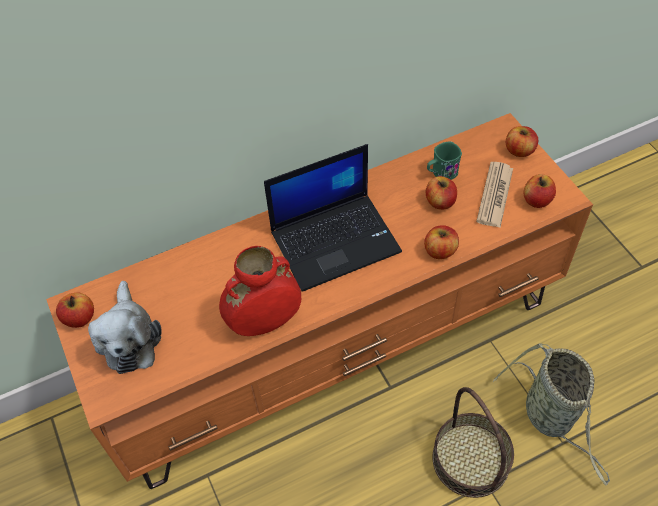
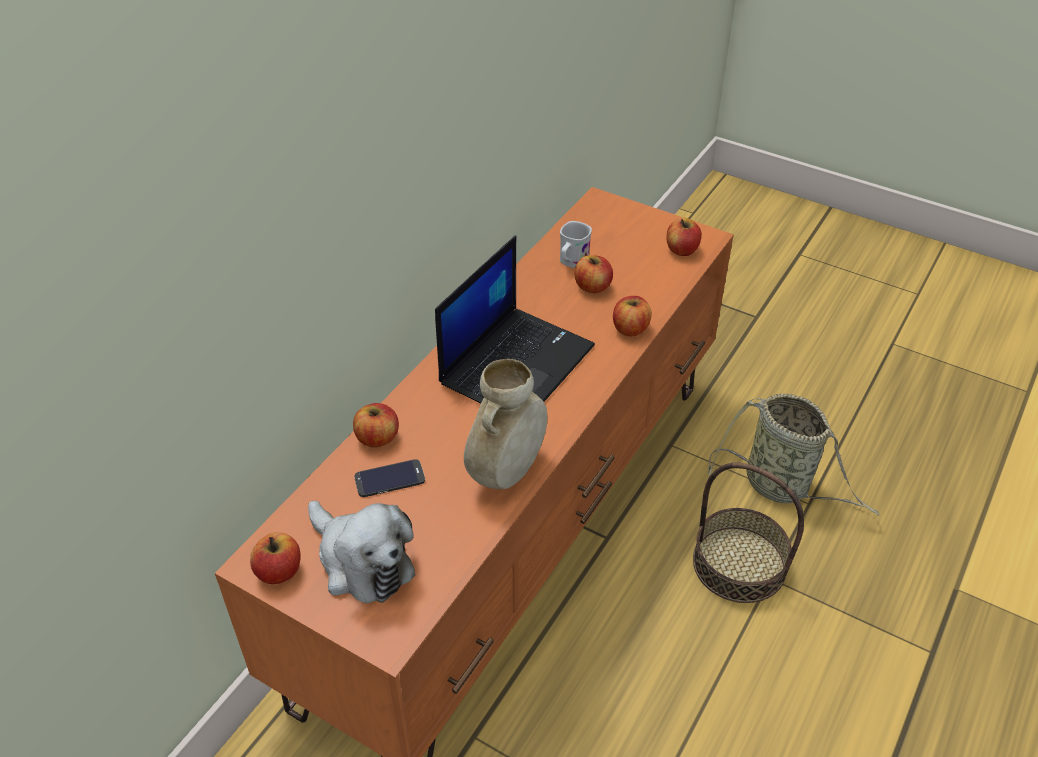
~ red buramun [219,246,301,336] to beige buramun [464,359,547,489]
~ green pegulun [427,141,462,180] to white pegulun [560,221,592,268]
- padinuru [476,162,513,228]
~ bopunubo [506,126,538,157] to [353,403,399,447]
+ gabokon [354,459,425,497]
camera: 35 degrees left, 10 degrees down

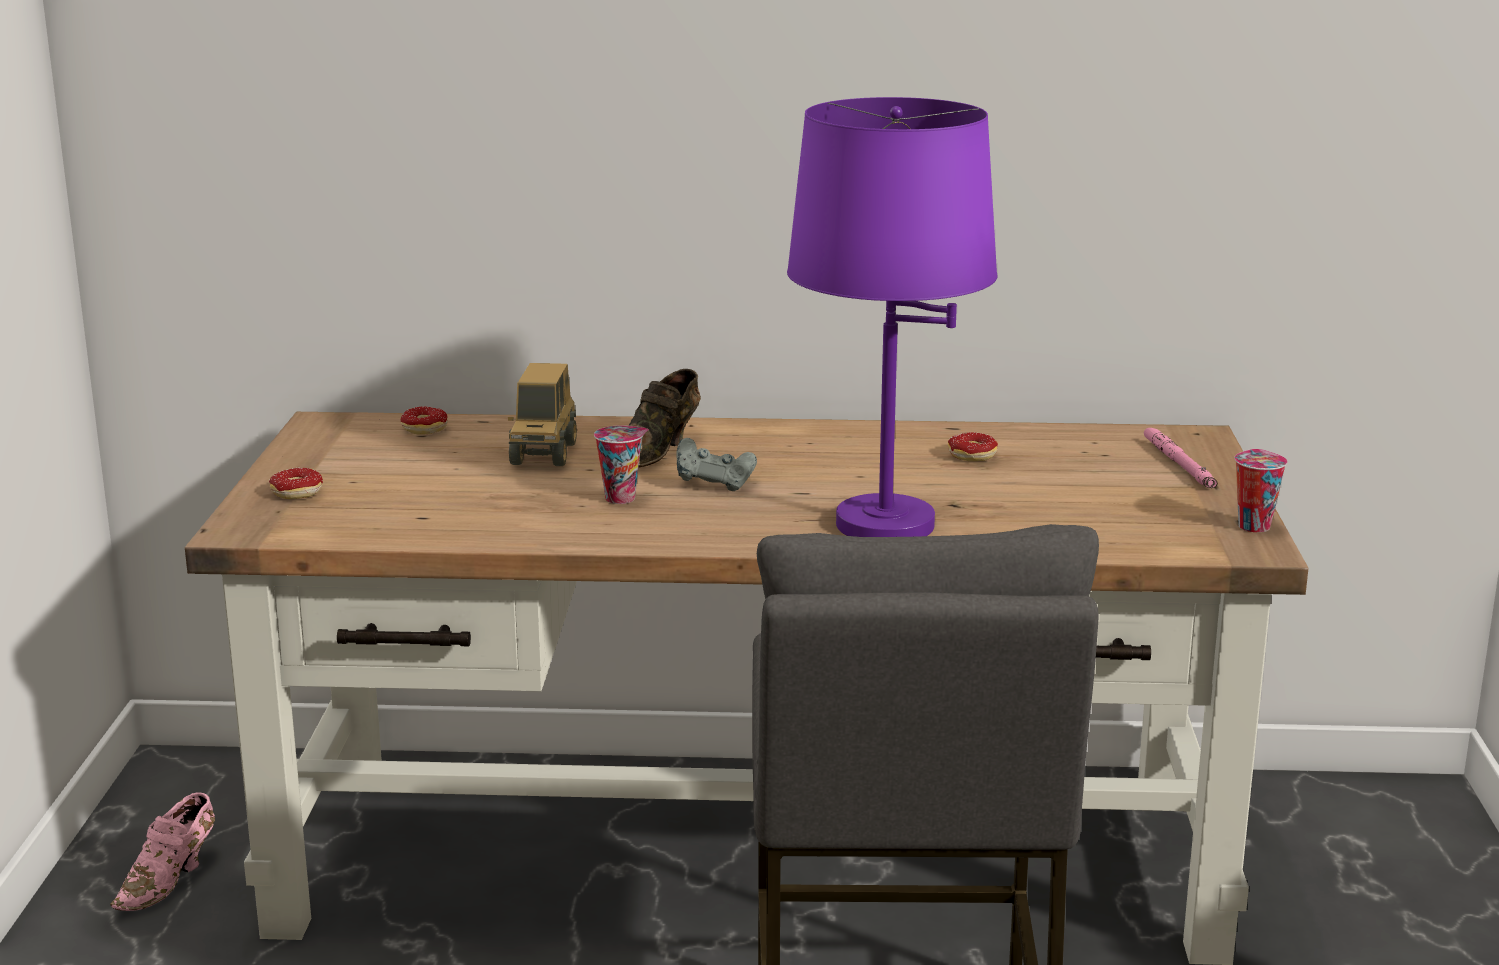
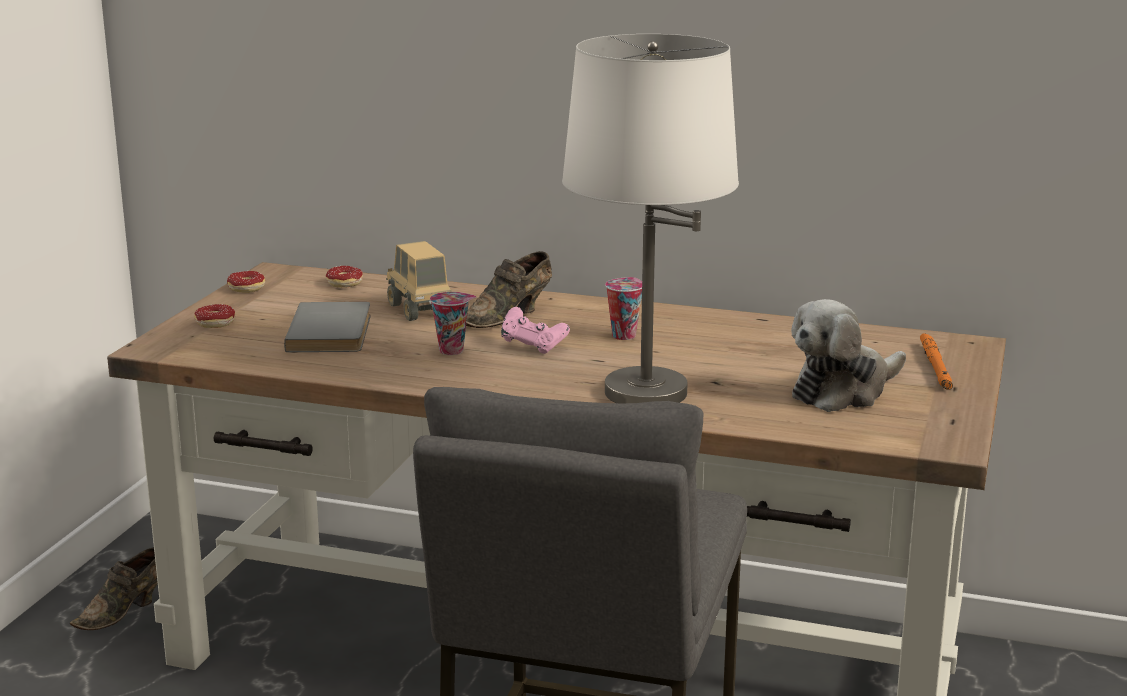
~ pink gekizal [110,793,215,911] to brown gekizal [70,547,158,630]
~ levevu [508,363,577,466] = [386,241,451,321] 135 degrees clockwise
~ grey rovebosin [676,438,757,491] to pink rovebosin [501,307,570,354]
~ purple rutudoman [787,97,997,537] to white rutudoman [562,34,739,403]
~ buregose [948,432,998,461] to [227,271,265,293]
~ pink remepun [1144,428,1218,488] to orange remepun [920,334,953,390]
~ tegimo [1234,449,1287,532] to [605,277,642,340]
+ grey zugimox [284,302,371,352]
+ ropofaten [791,299,906,412]
camera: 15 degrees right, 0 degrees up

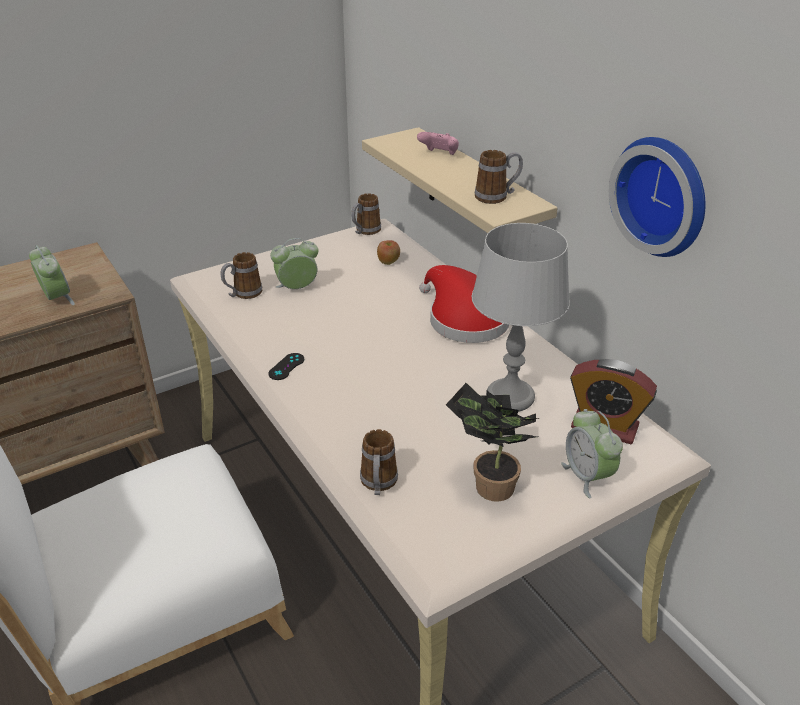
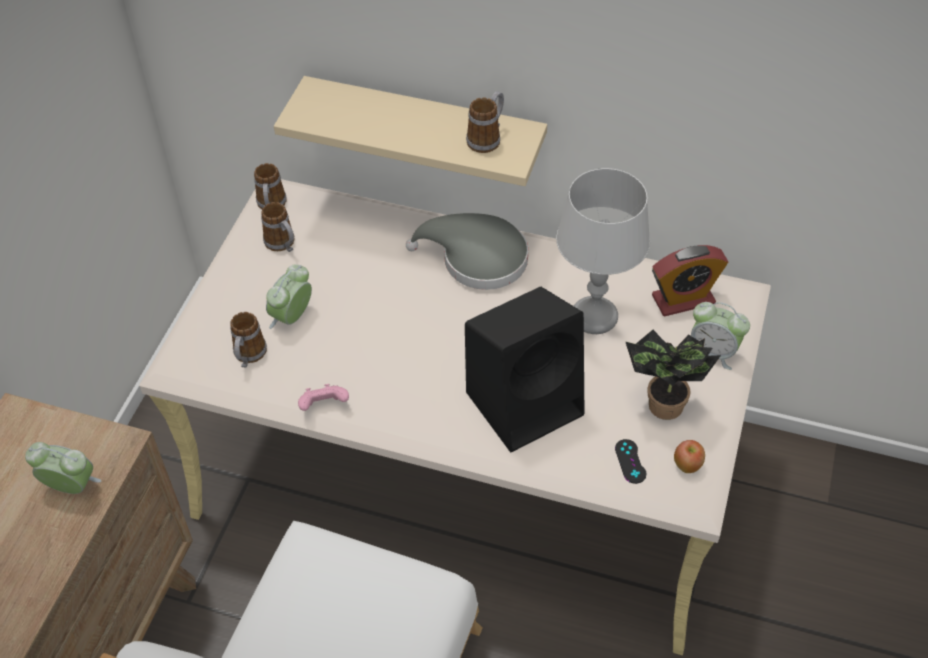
~ black rovebosin [268,353,305,380] to [615,439,646,484]
~ pegulun [360,429,398,495] to [261,202,294,252]
~ bopunubo [377,240,400,265] to [674,440,705,473]
~ pink rovebosin [417,132,459,155] to [298,384,349,411]
~ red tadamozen [419,265,509,343] to grey tadamozen [406,213,528,290]
- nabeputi [609,137,705,257]
+ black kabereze [465,287,585,453]
camera: 40 degrees left, 15 degrees up

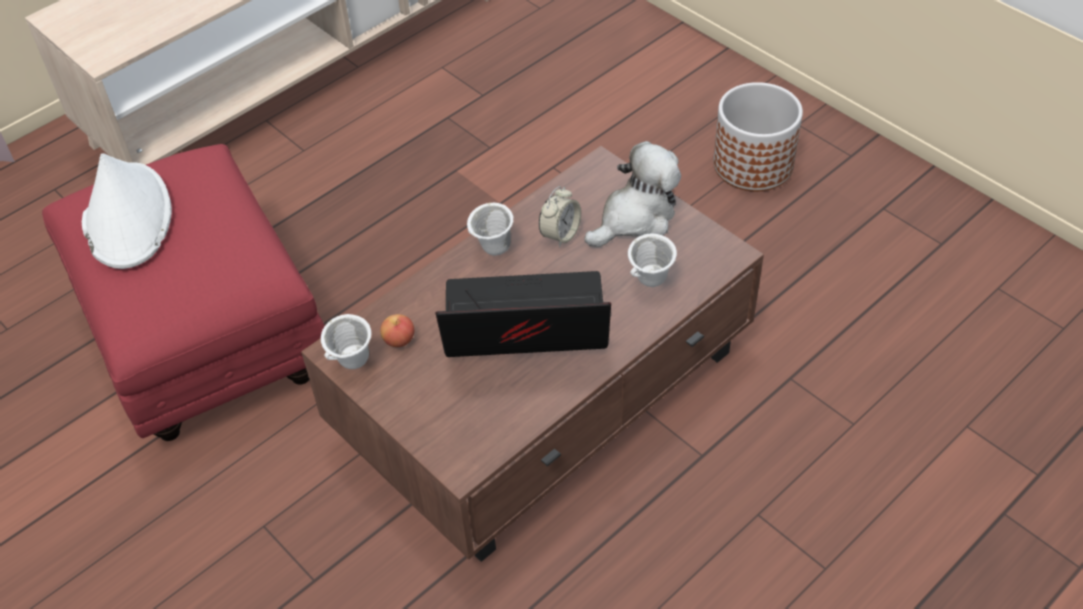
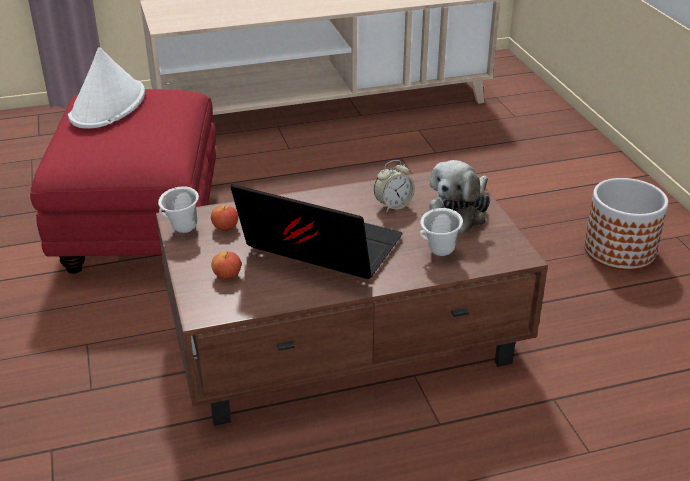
- white pegulun [467,203,514,256]
~ ropofaten [584,141,681,247] = [429,160,490,234] 135 degrees clockwise
+ bopunubo [211,251,241,280]
camera: 25 degrees right, 15 degrees down

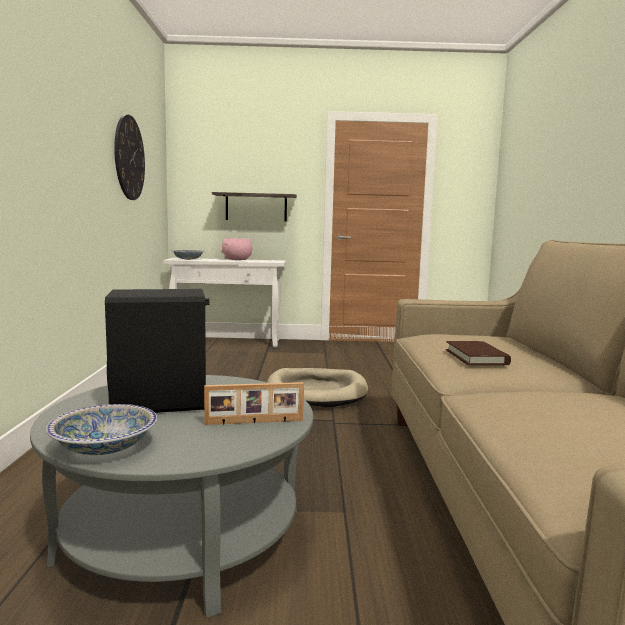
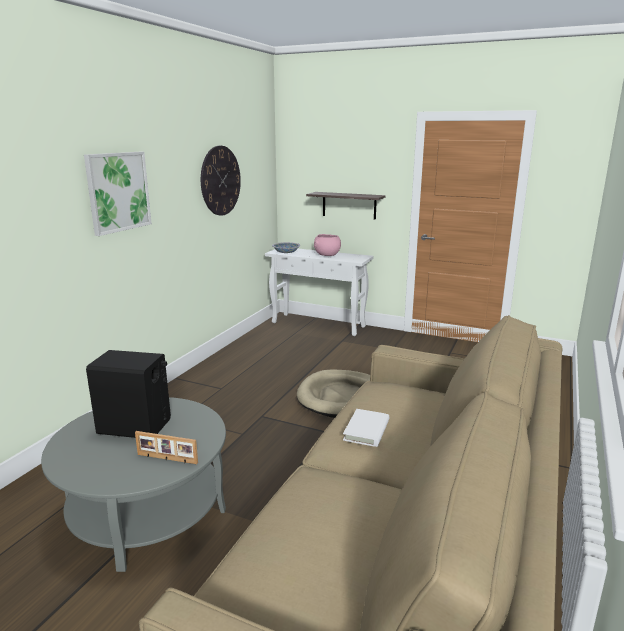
- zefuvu [46,404,157,455]
~ brown zugimox [446,341,511,365] to white zugimox [343,409,389,447]
+ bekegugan [84,152,152,236]
camera: 25 degrees right, 10 degrees up

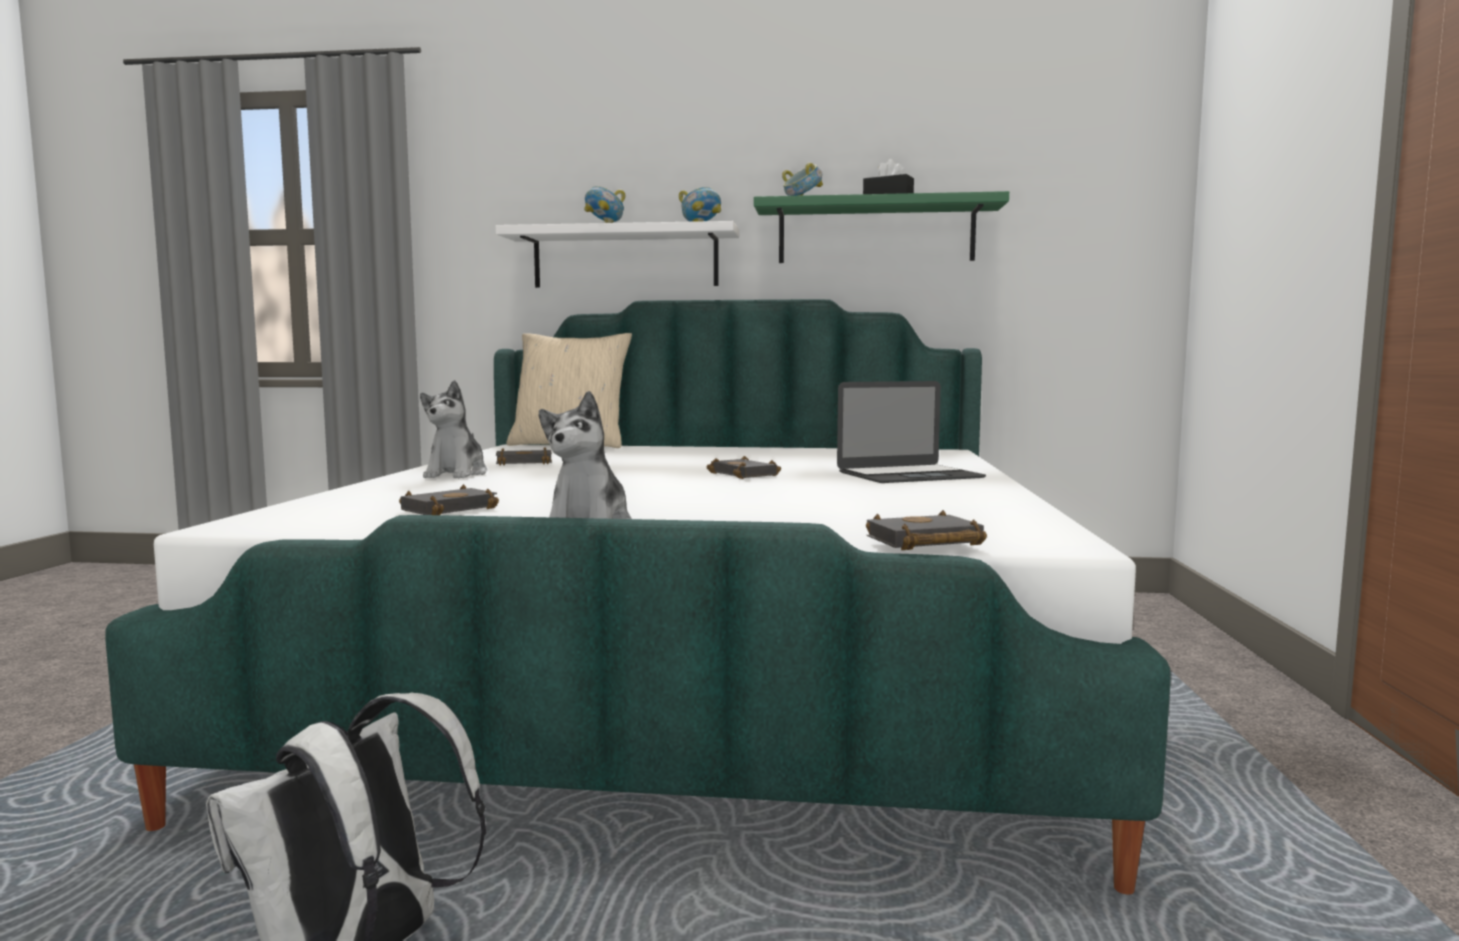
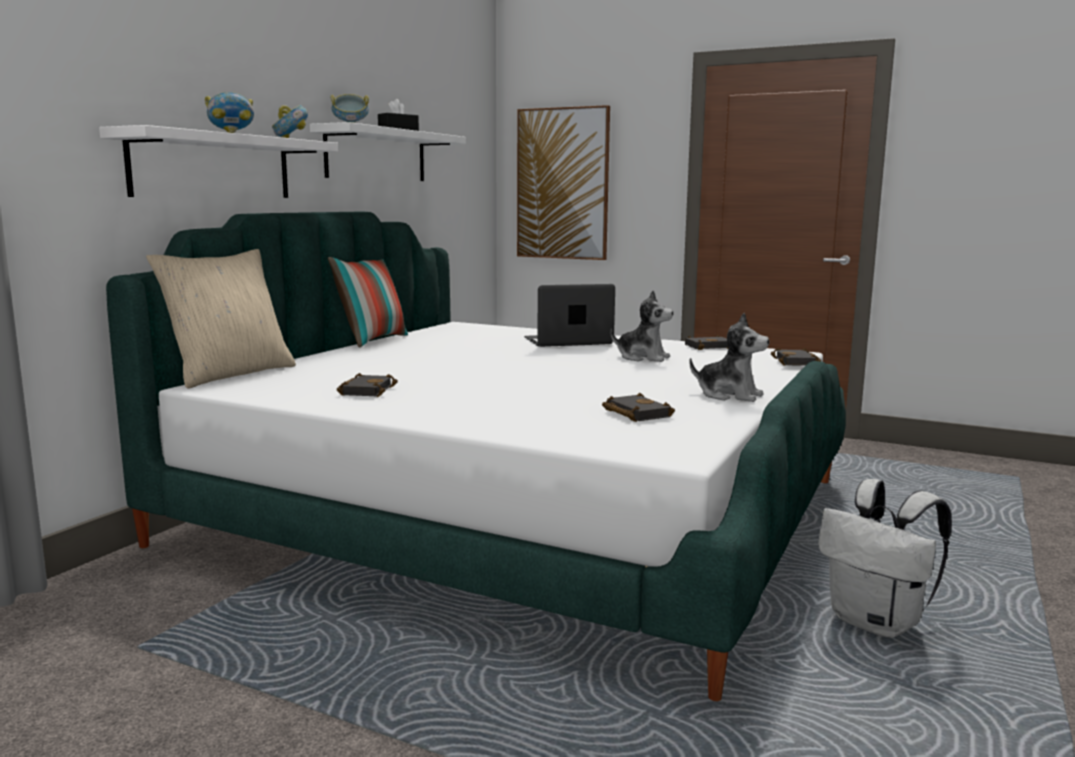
~ ropofaten [420,380,487,478] to [610,290,673,362]
~ black zugimox [707,456,781,479] to [685,335,728,350]
~ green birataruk [754,191,1009,263] to white birataruk [310,122,466,181]
~ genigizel [837,381,986,483] = [524,284,615,347] 105 degrees counterclockwise
+ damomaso [328,257,408,348]
+ bekegugan [517,105,610,260]
camera: 70 degrees left, 5 degrees up

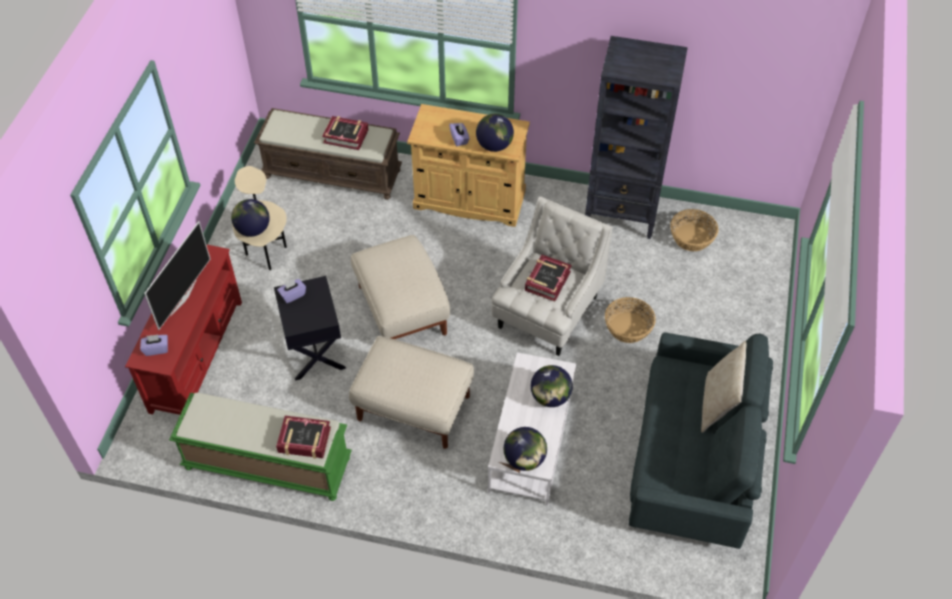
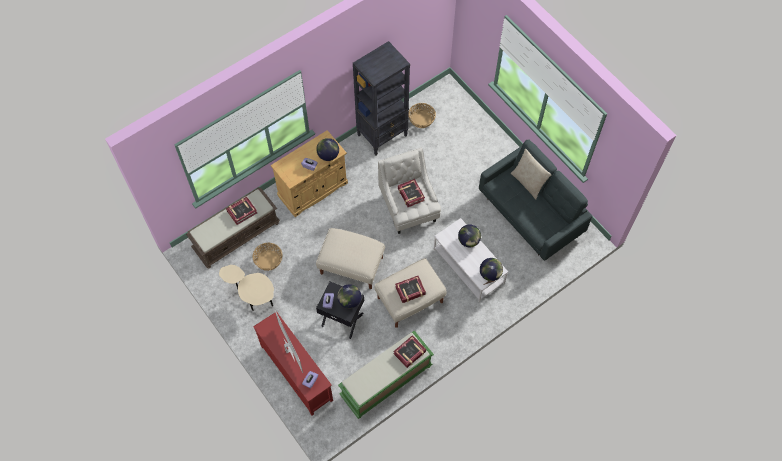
~ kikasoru [231,199,270,237] to [337,284,361,309]
~ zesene [605,297,656,343] to [253,243,282,271]
+ zugimox [395,276,426,303]
camera: 50 degrees left, 10 degrees up

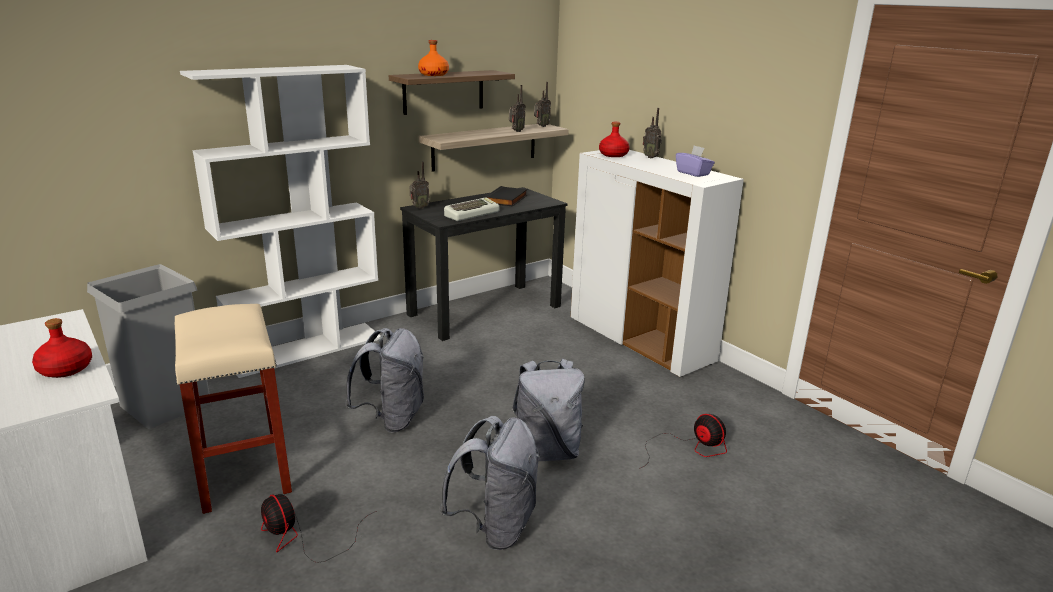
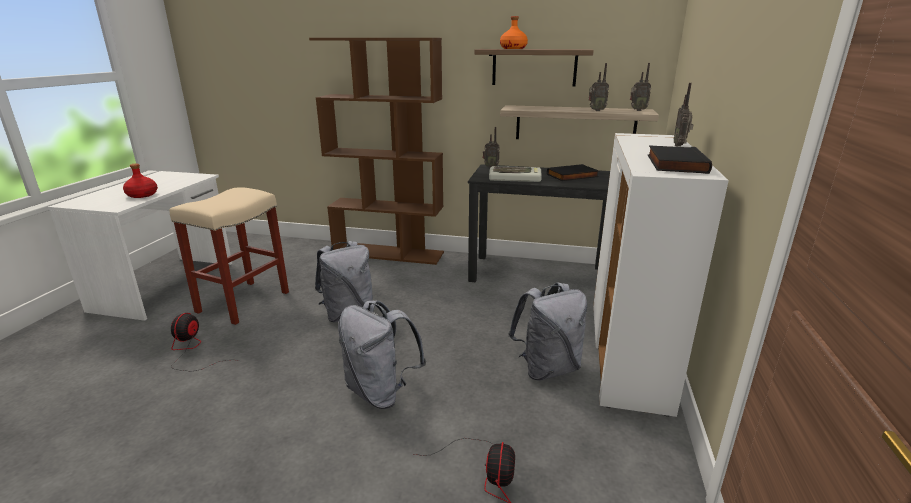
- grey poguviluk [87,264,211,429]
~ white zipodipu [180,65,380,378] to brown zipodipu [309,38,444,265]
~ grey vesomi [440,416,540,550] to [508,282,587,381]
- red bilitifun [599,122,630,157]
~ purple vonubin [676,145,715,177] to black zugimox [648,145,712,174]
camera: 50 degrees right, 0 degrees up

